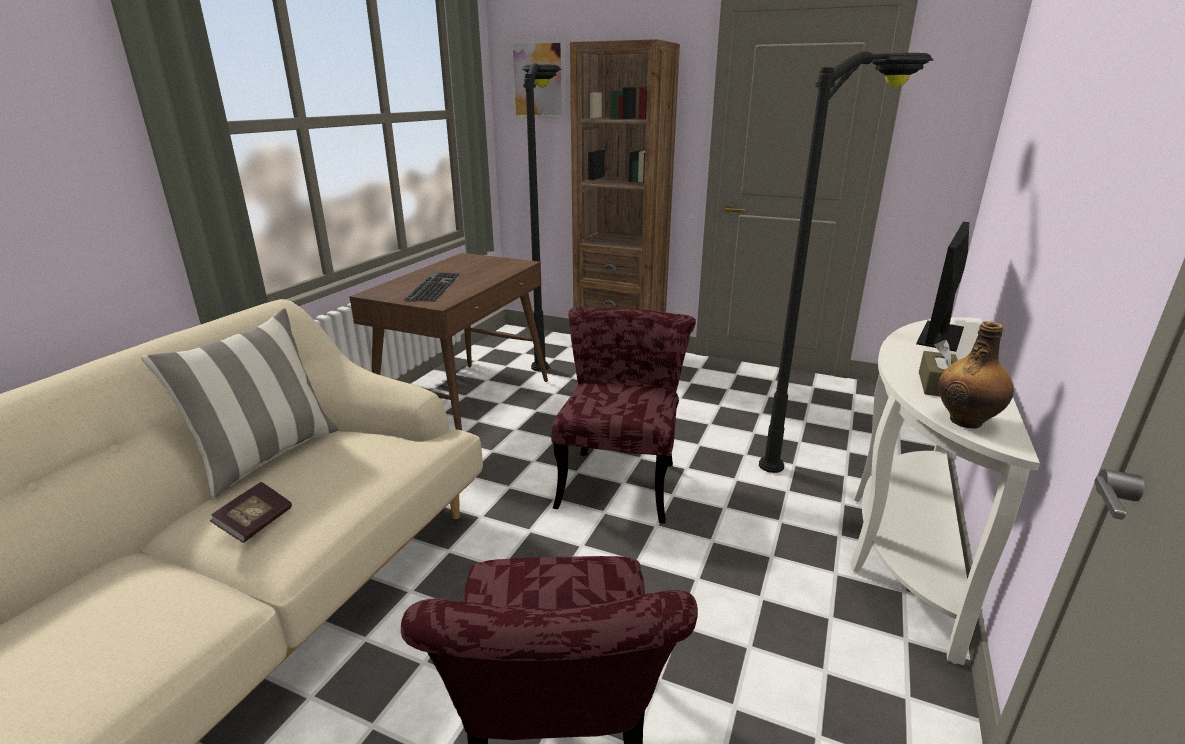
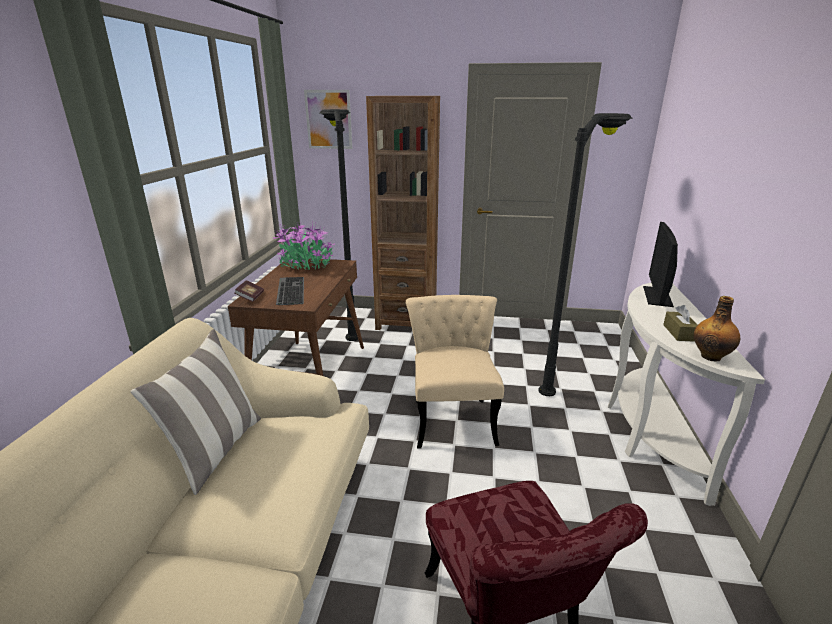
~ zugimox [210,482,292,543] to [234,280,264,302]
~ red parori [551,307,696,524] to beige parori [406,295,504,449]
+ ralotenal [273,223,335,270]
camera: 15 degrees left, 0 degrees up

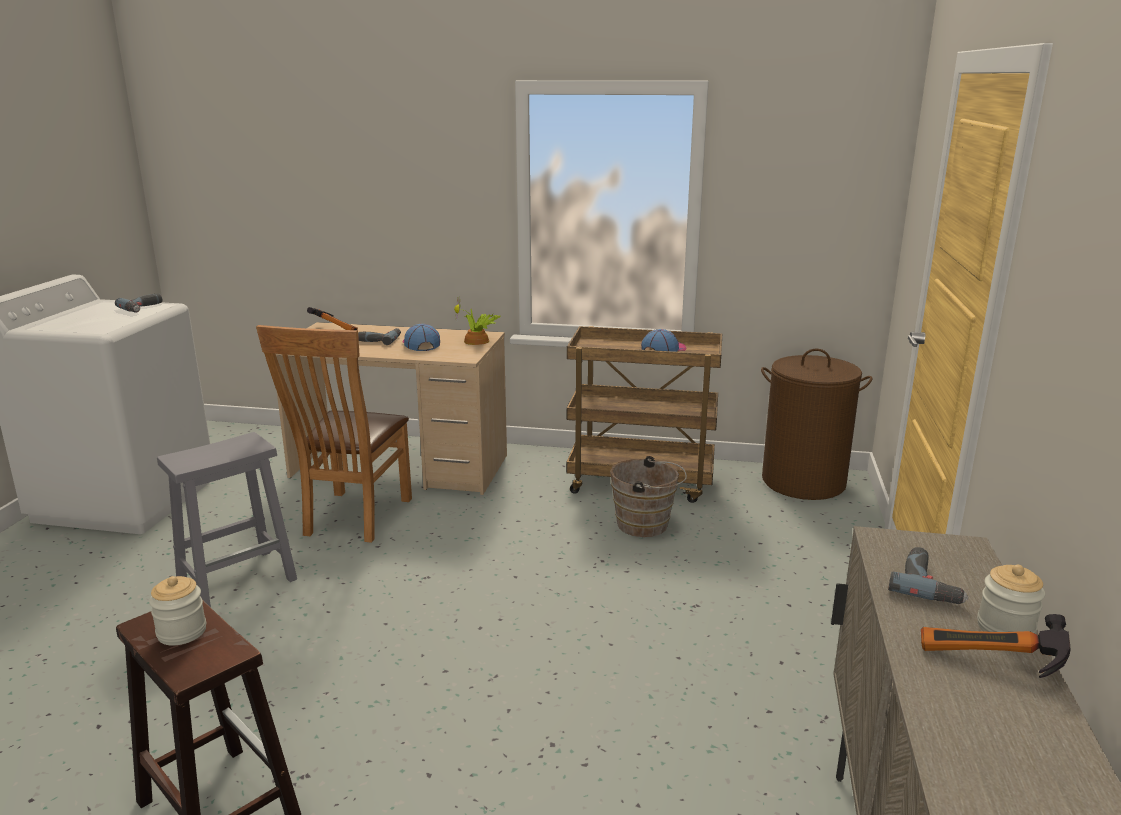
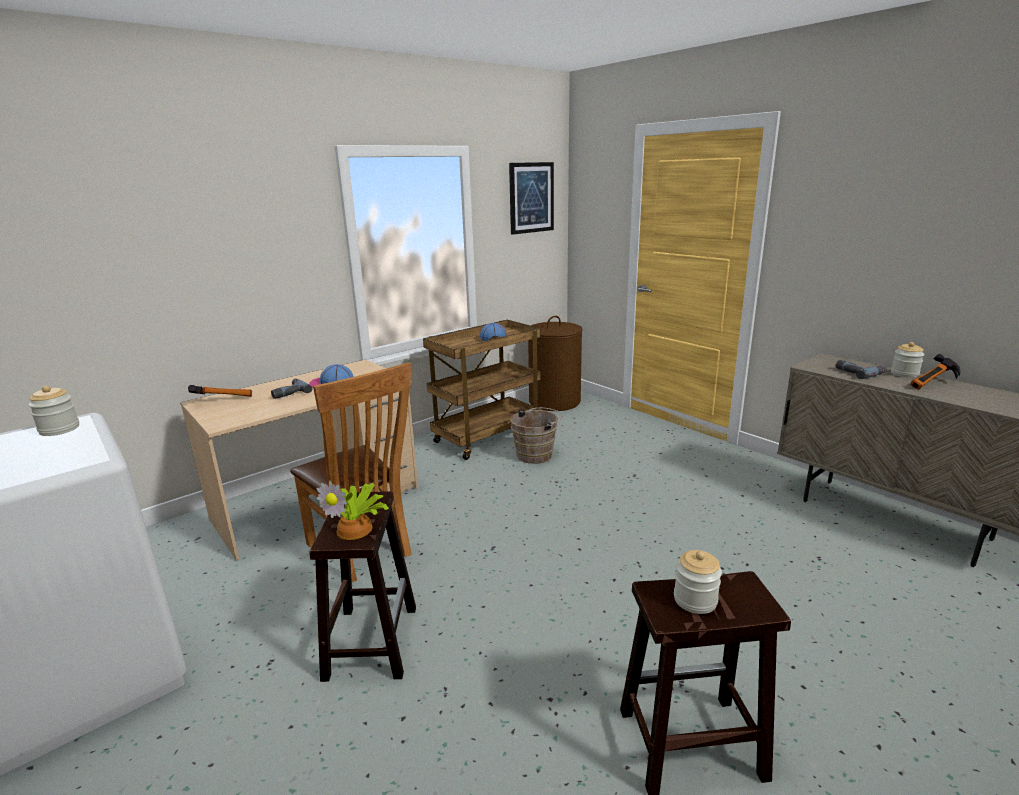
~ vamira [115,293,162,313] to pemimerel [28,385,79,436]
~ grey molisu [157,432,297,607] to brown molisu [309,491,416,682]
~ ralotenal [454,299,500,345] to [316,481,389,540]
+ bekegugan [509,162,554,235]
camera: 50 degrees left, 0 degrees up

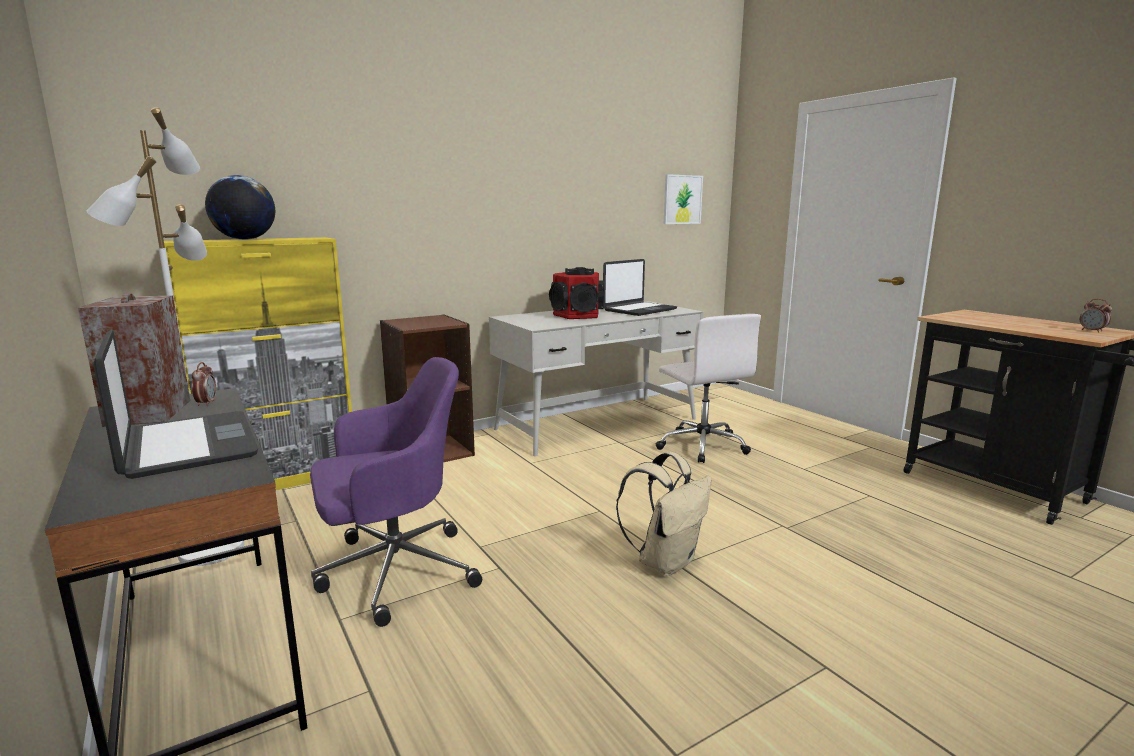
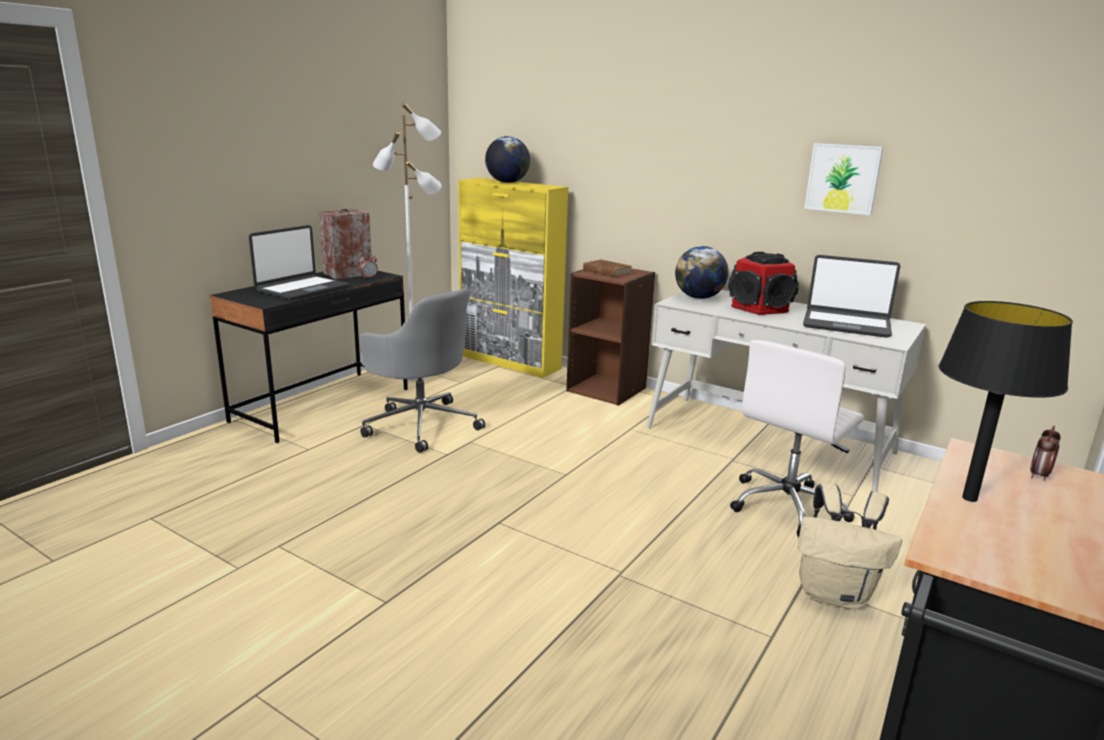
~ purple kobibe [310,357,482,627] to grey kobibe [359,288,485,453]
~ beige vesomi [616,452,712,576] to [798,483,902,609]
~ bekegugan [664,174,703,224] to [804,143,883,215]
~ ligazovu [1080,299,1112,333] to [1030,425,1060,481]
+ brown zugimox [583,260,632,278]
+ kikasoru [675,246,729,299]
+ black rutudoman [939,301,1073,502]
camera: 65 degrees right, 5 degrees up

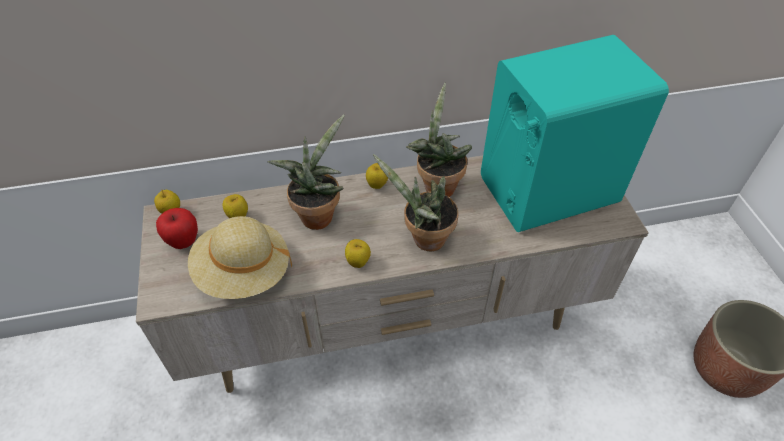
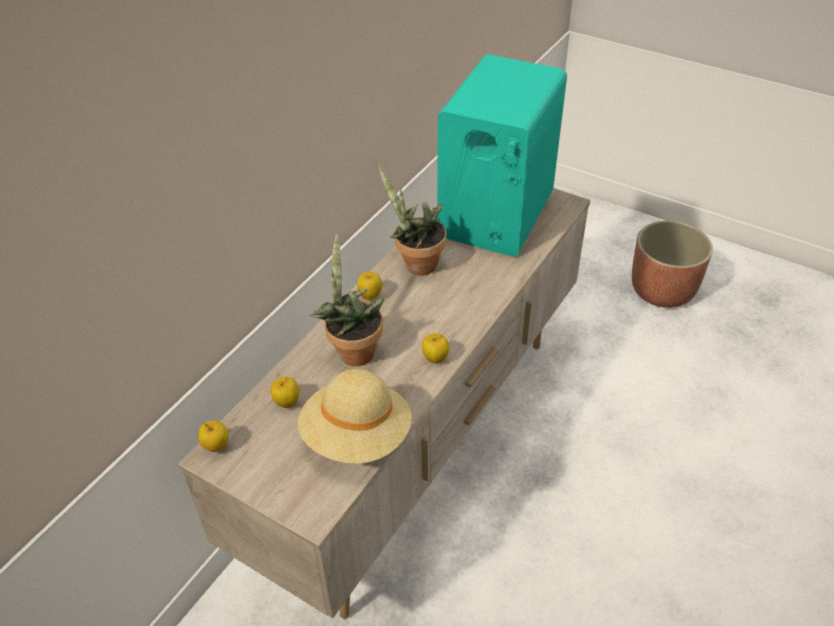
- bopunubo [156,208,198,249]
- ralotenal [373,154,459,251]
camera: 45 degrees left, 5 degrees down

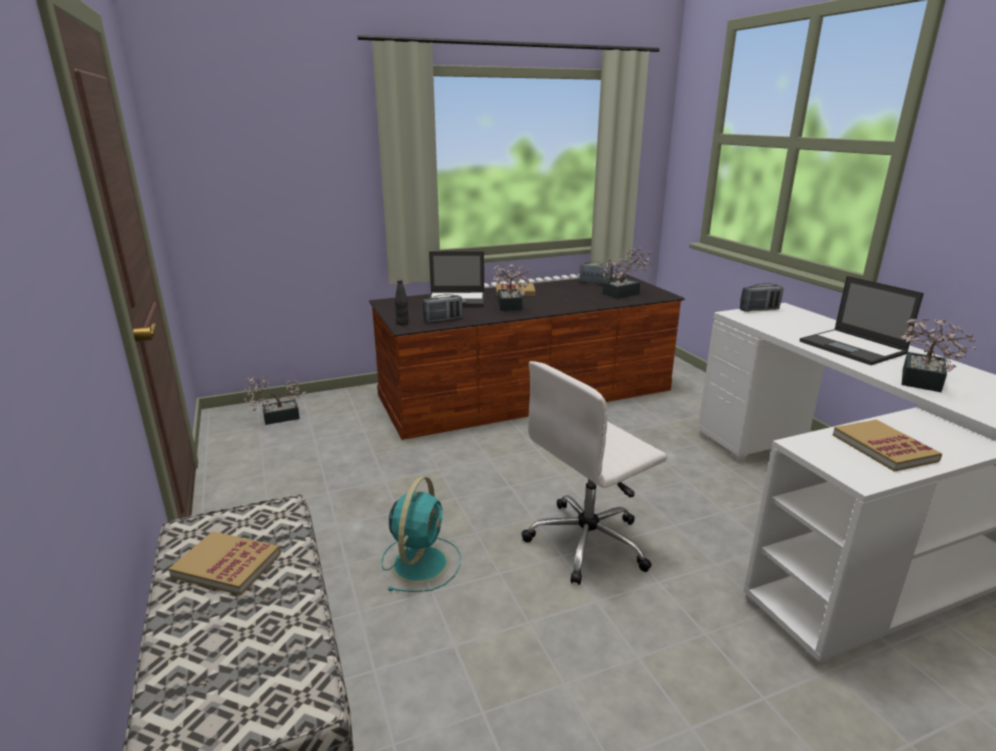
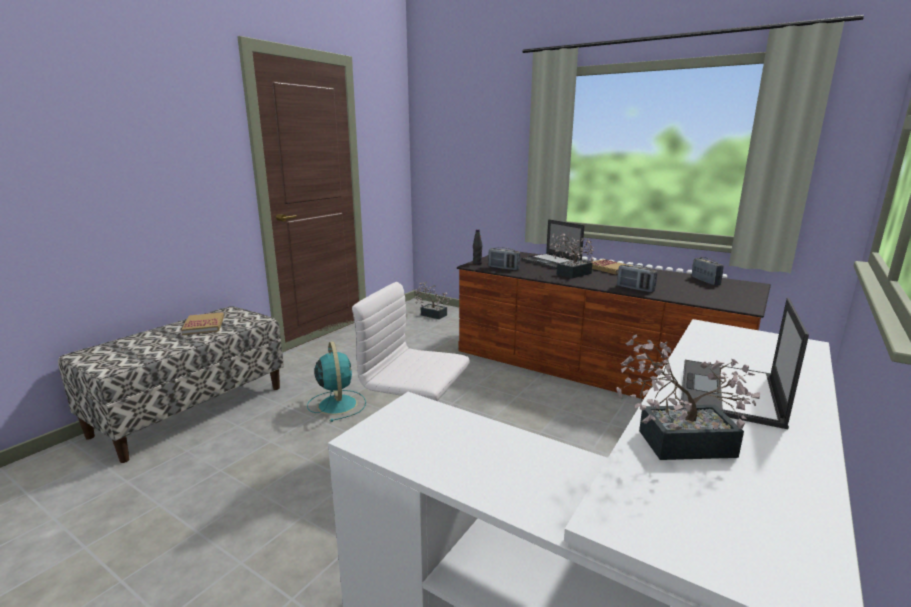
~ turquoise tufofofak [381,477,461,592] = [307,341,366,422] 90 degrees counterclockwise
- ralotenal [602,248,652,299]
~ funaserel [740,283,783,312] to [617,264,657,292]
- zugimox [833,420,942,472]
camera: 55 degrees right, 5 degrees down

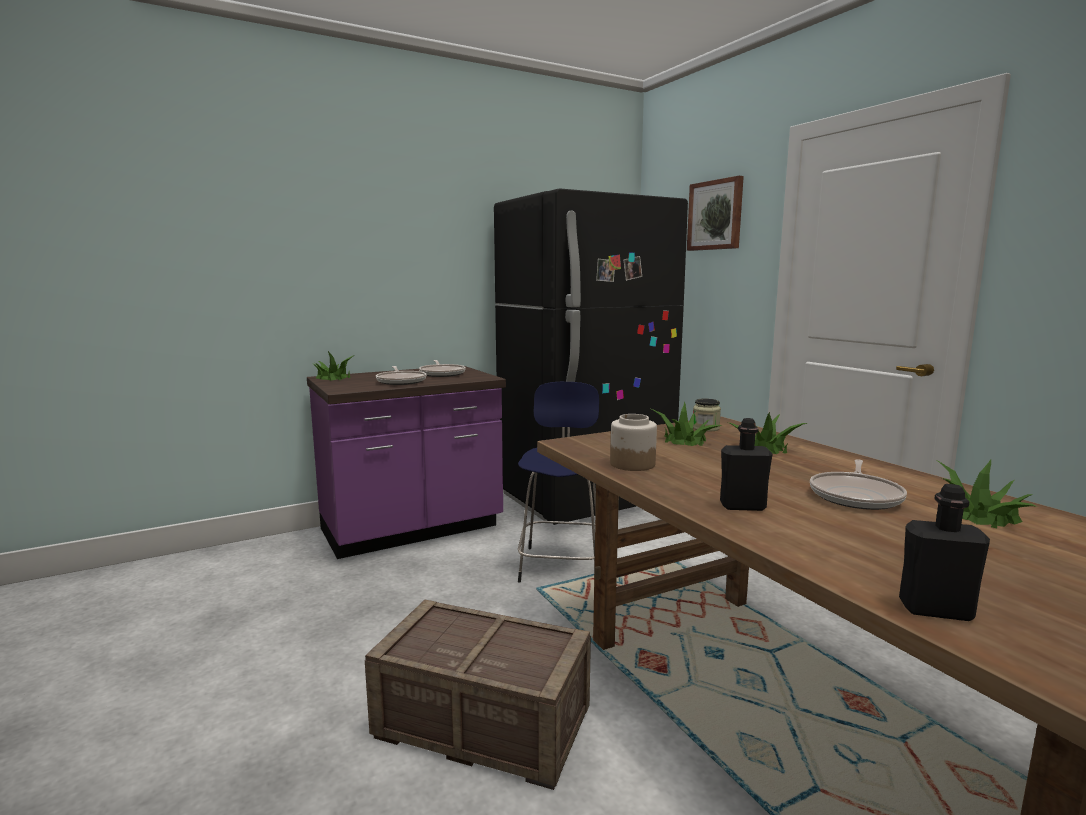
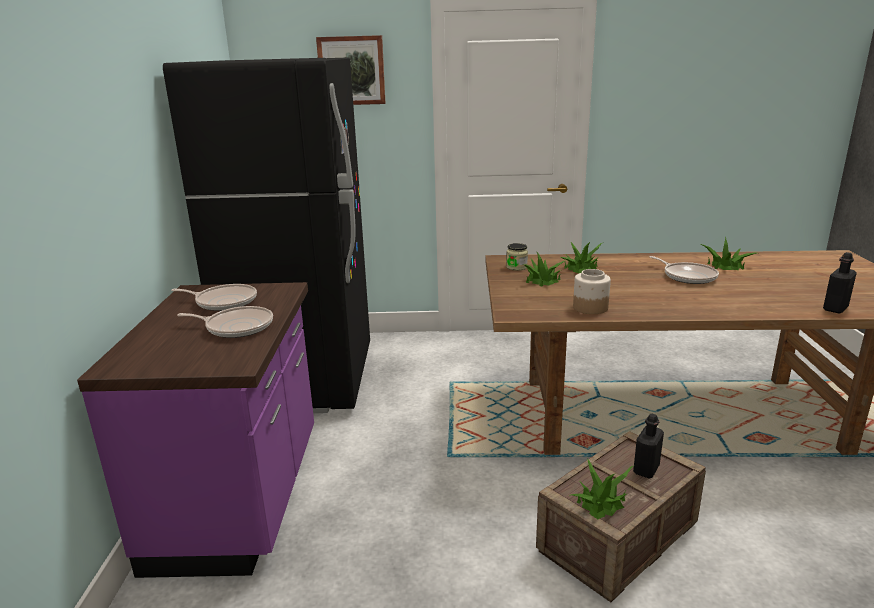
~ ralotenal [313,351,354,380] to [569,458,633,519]
- blue molisu [518,382,599,583]
~ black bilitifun [720,418,773,511] to [633,414,664,478]
camera: 60 degrees left, 10 degrees up

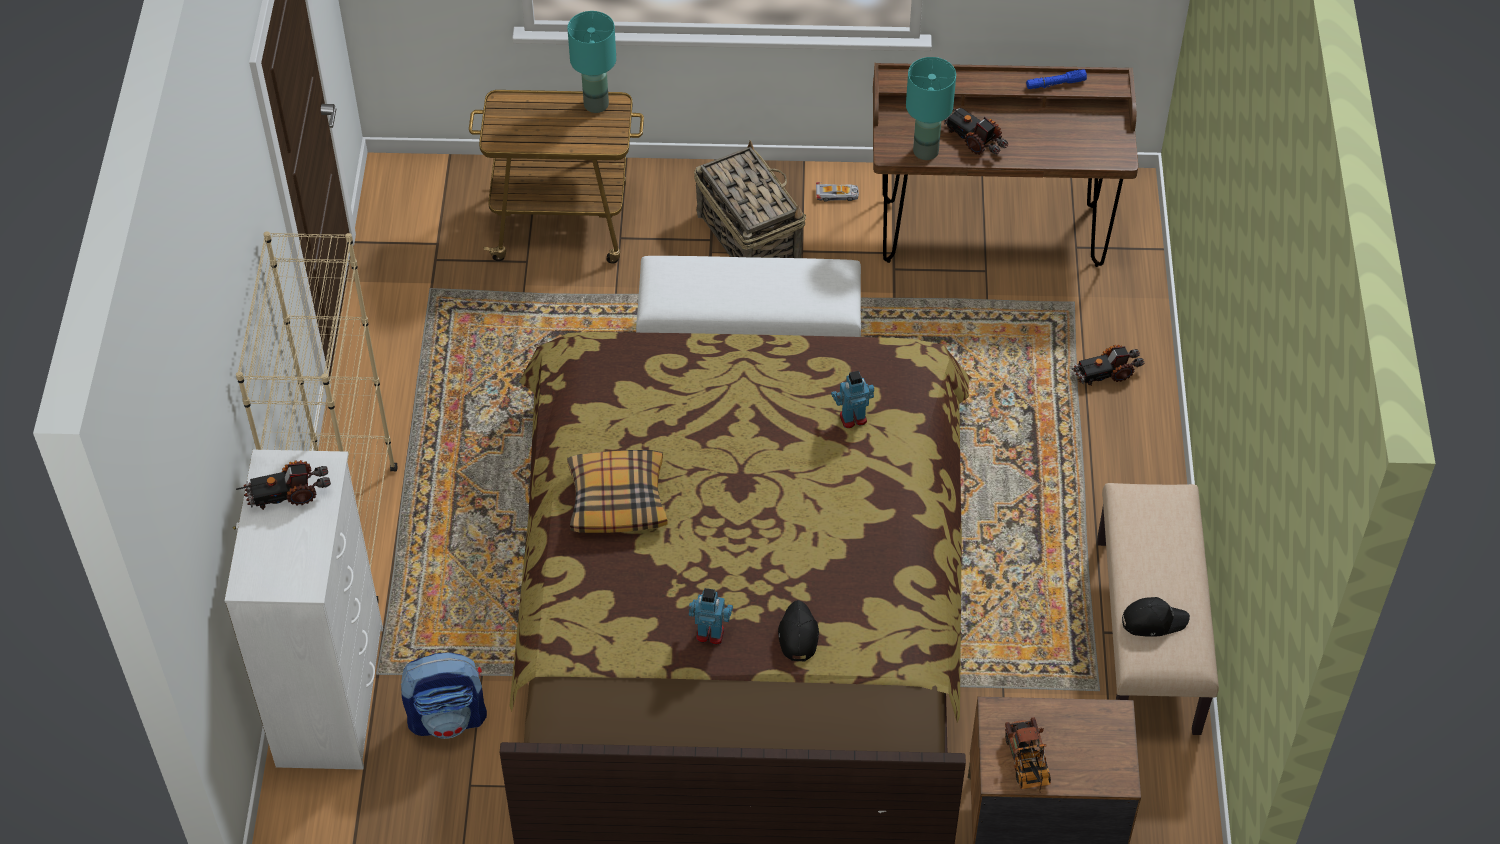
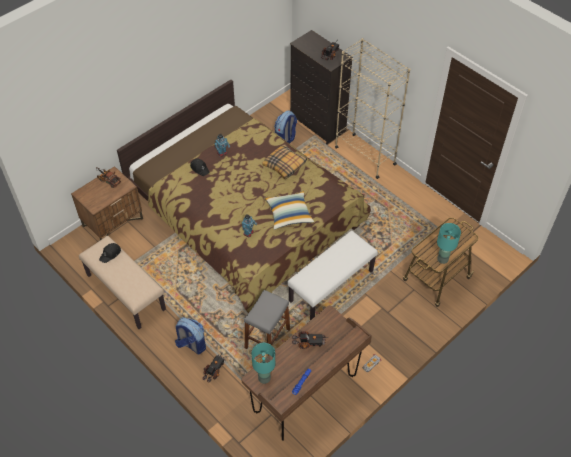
~ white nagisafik [225,450,383,770] to black nagisafik [290,30,353,144]
- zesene [694,140,806,258]
~ turquoise rutudoman [906,57,956,160] to [252,343,275,384]
+ vesomi [175,317,206,354]
+ grey molisu [244,290,290,355]
+ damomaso [265,191,314,230]
camera: 135 degrees right, 0 degrees up

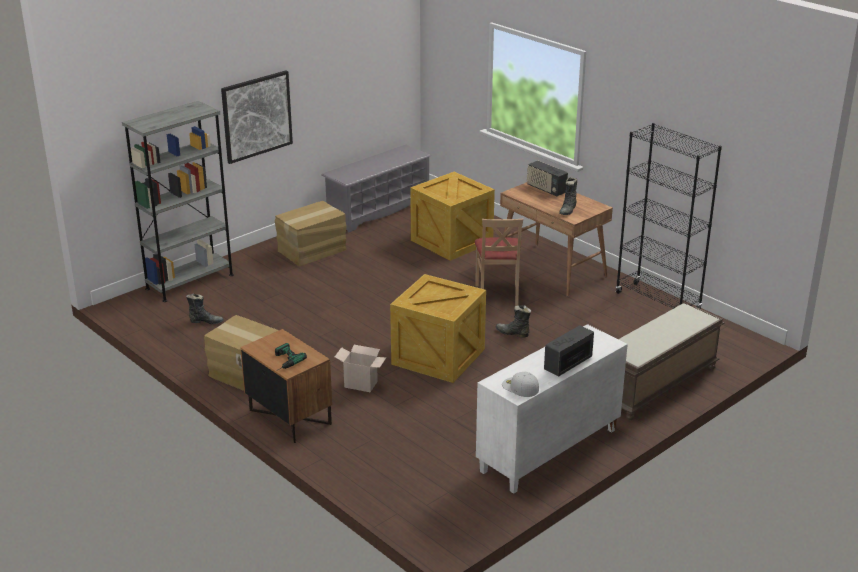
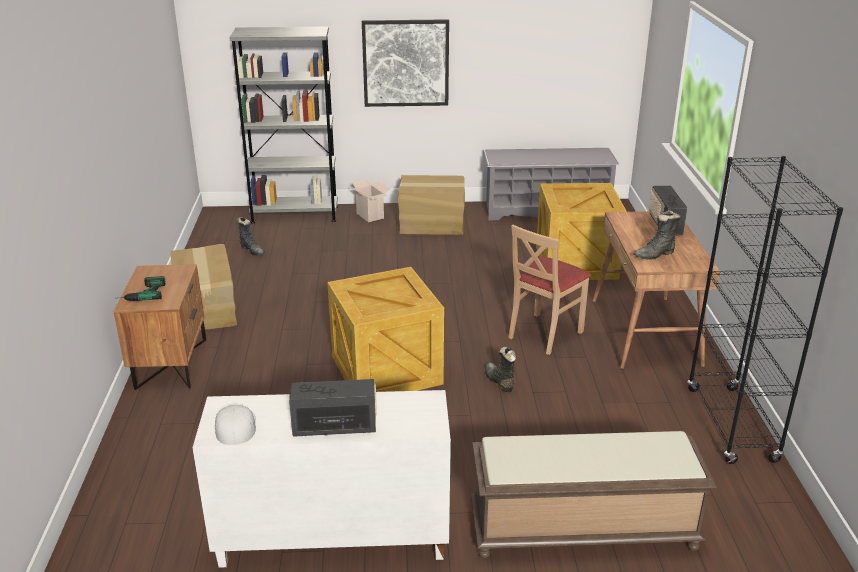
~ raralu [335,345,386,392] to [350,179,390,222]
camera: 40 degrees right, 0 degrees up

